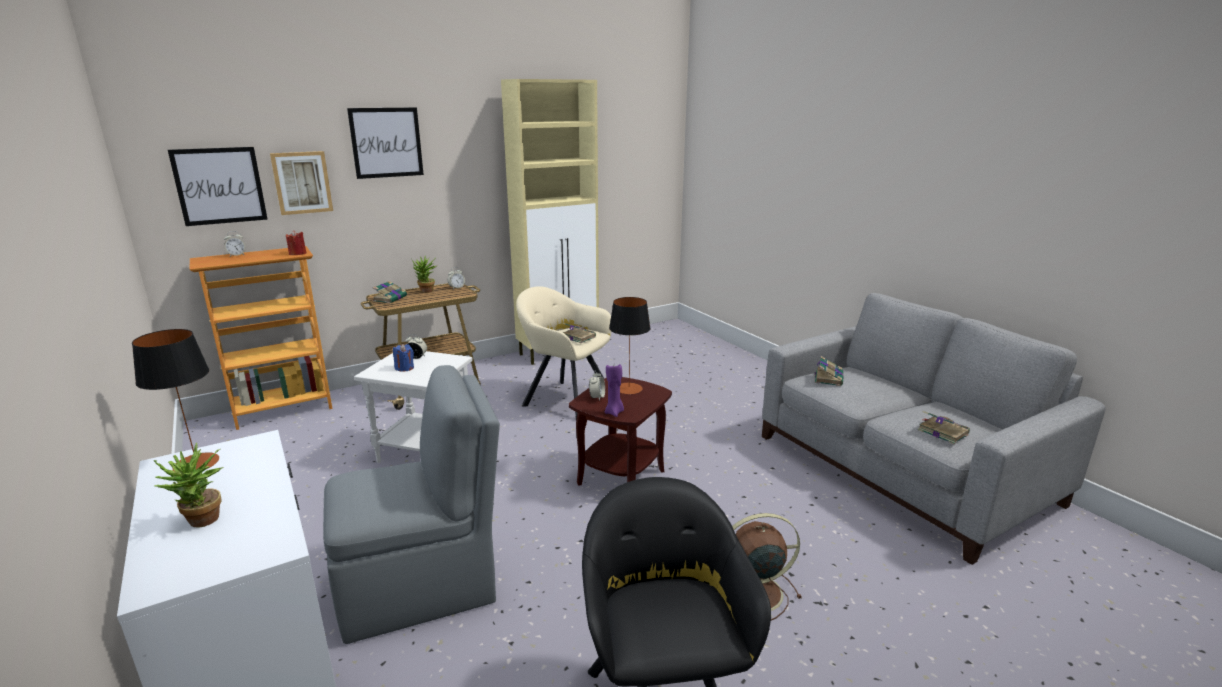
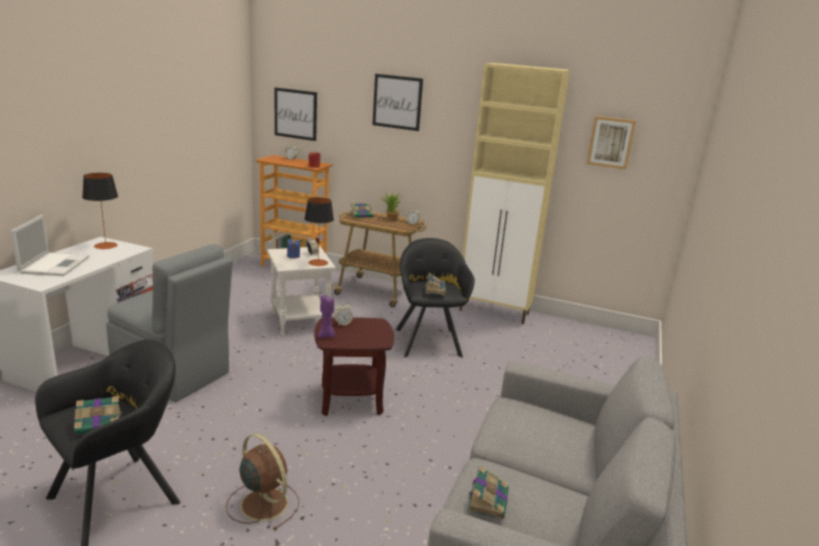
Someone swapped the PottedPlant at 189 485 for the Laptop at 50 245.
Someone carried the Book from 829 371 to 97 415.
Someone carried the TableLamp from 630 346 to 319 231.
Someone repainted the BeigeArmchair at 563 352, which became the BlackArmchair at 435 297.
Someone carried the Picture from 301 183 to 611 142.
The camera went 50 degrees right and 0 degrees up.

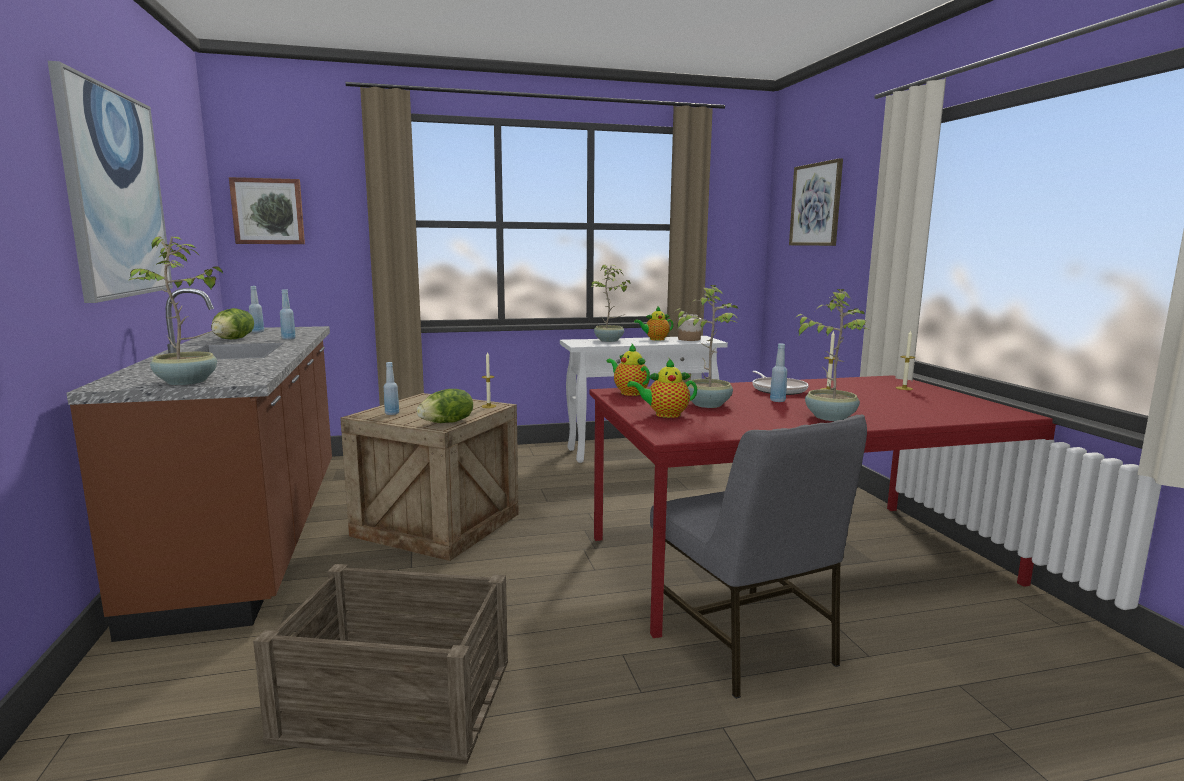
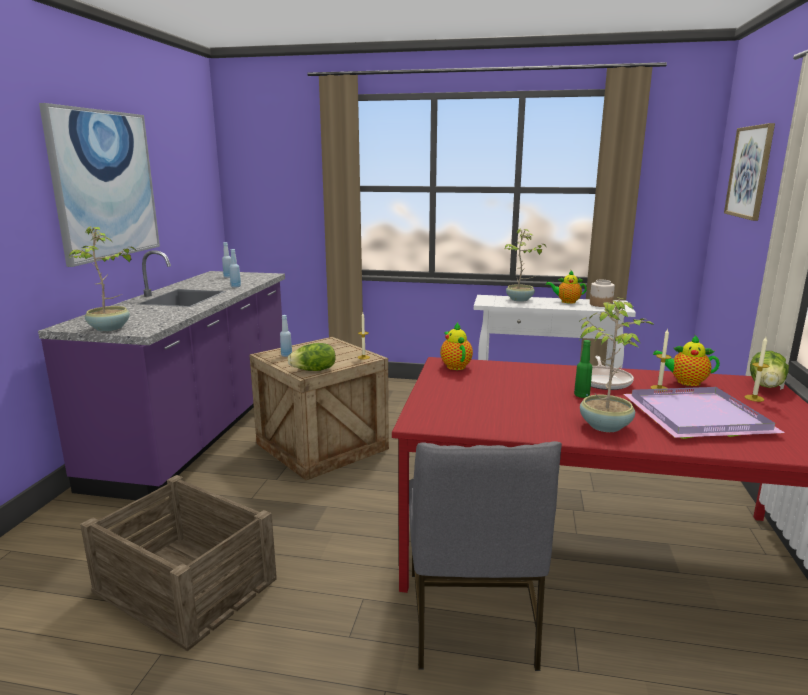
Someone repainted the BrownCounter at 199 465, which became the PurpleCounter at 161 375.
Someone repainted the BlueBottle at 778 373, which became the GreenBottle at 583 369.
Someone put down the PurpleTray at 704 413.
Someone carried the Teapot from 662 388 to 686 360.
Someone carried the Lettuce from 232 323 to 769 369.
Someone took away the Picture at 267 210.
Someone took away the PottedPlant at 707 346.
The camera went 25 degrees right and 5 degrees up.

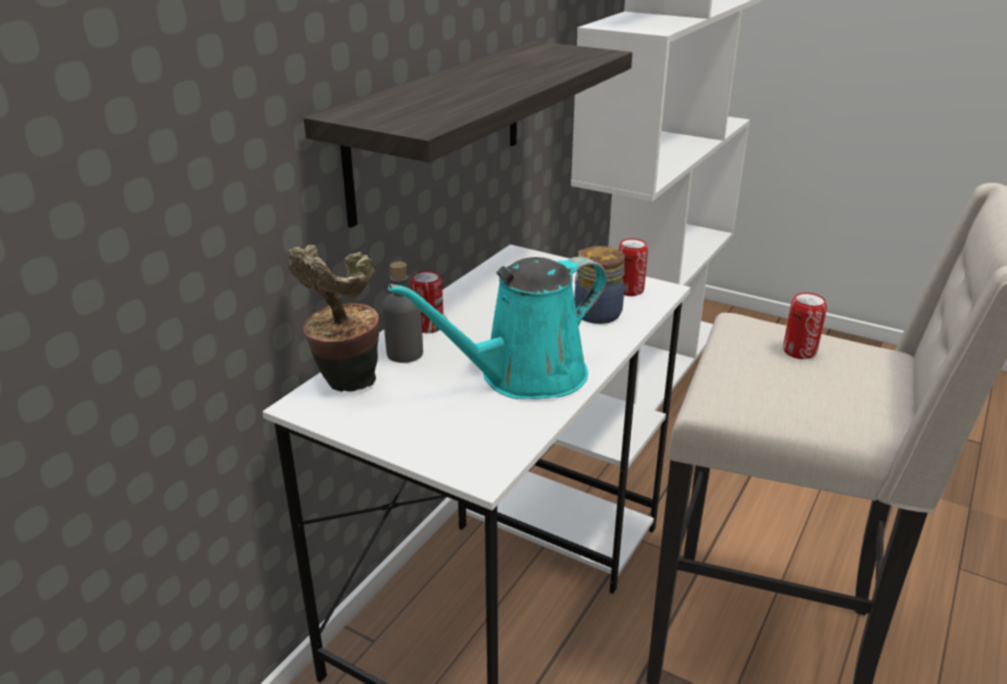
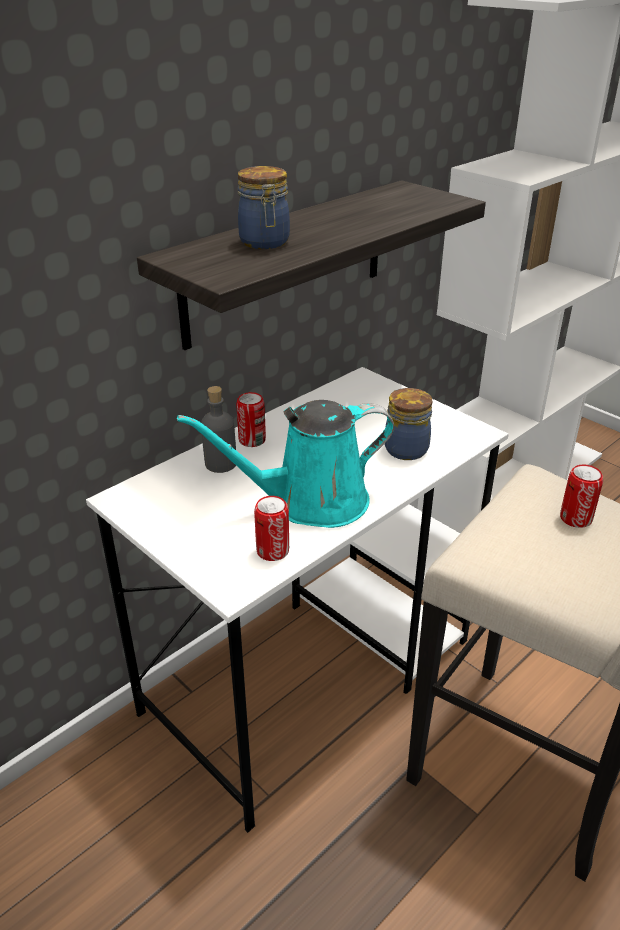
Someone put down the Jar at 264 207.
Someone carried the Can from 633 267 to 271 528.
Someone took away the PottedPlant at 333 318.
The camera went 15 degrees right and 5 degrees up.

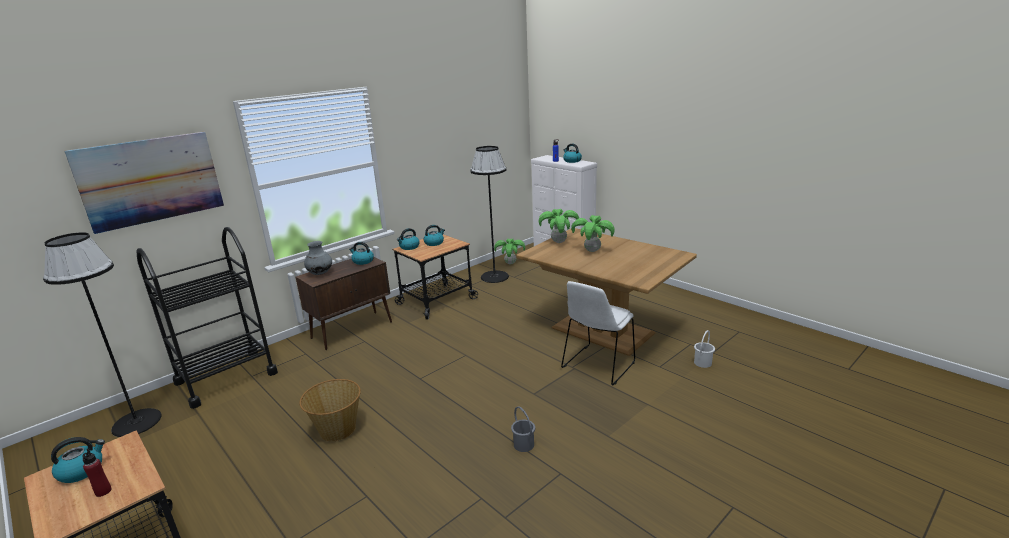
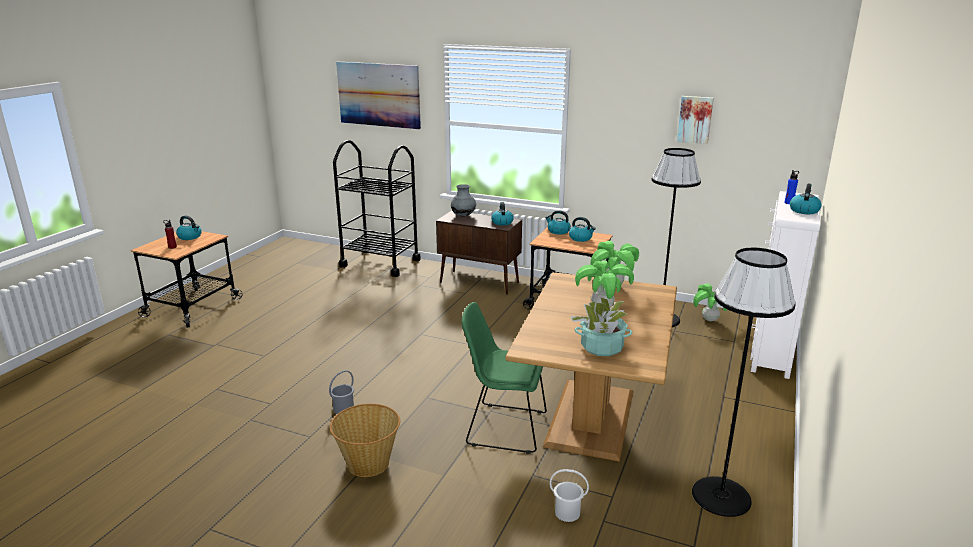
Someone carried the Basket from 330 410 to 365 440.
Someone repainted the WhiteChair at 598 333, which became the GreenChair at 504 378.
Someone put down the PottedPlant at 602 326.
Someone put up the Picture at 695 120.
Someone carried the BlackFloorLamp from 102 334 to 744 382.
The camera went 65 degrees right and 0 degrees up.

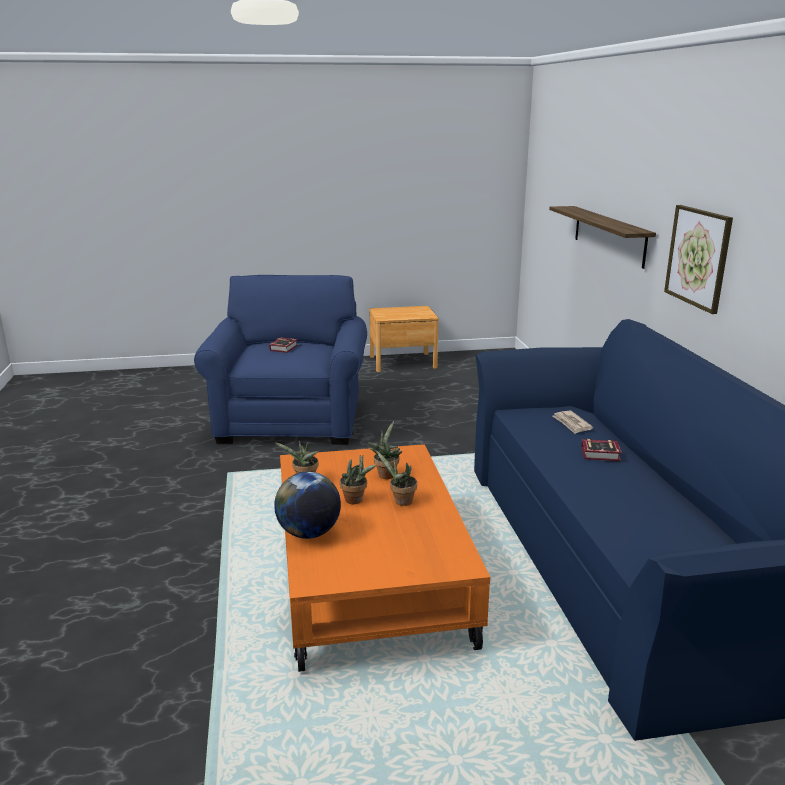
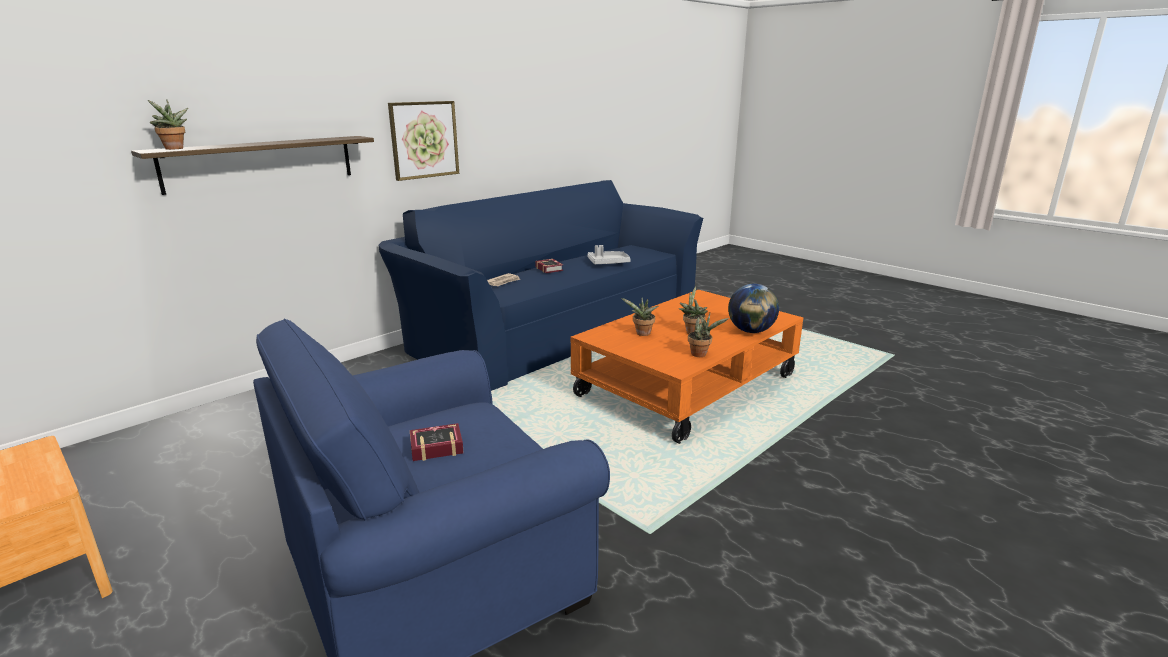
Someone carried the PottedPlant from 396 478 to 168 124.
Someone put down the GreyTray at 609 254.
The camera went 125 degrees left and 0 degrees up.

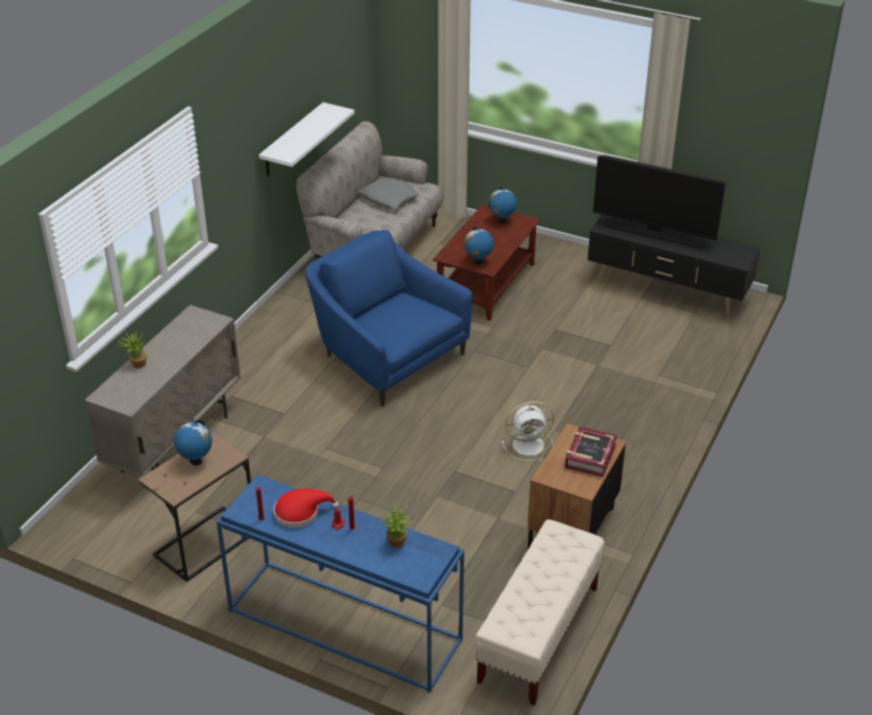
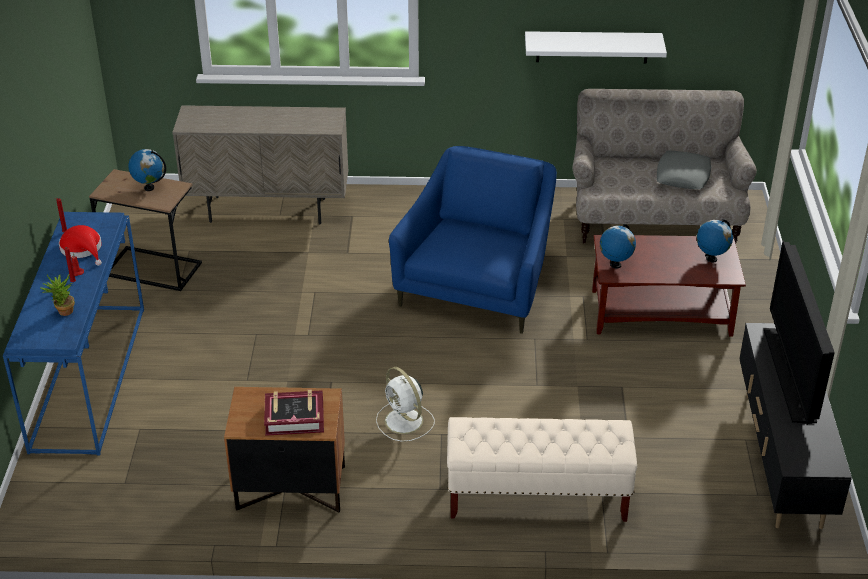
Someone carried the BeigeBench from 540 612 to 542 469.
Someone took away the PottedPlant at 132 349.
The camera went 65 degrees right and 0 degrees up.

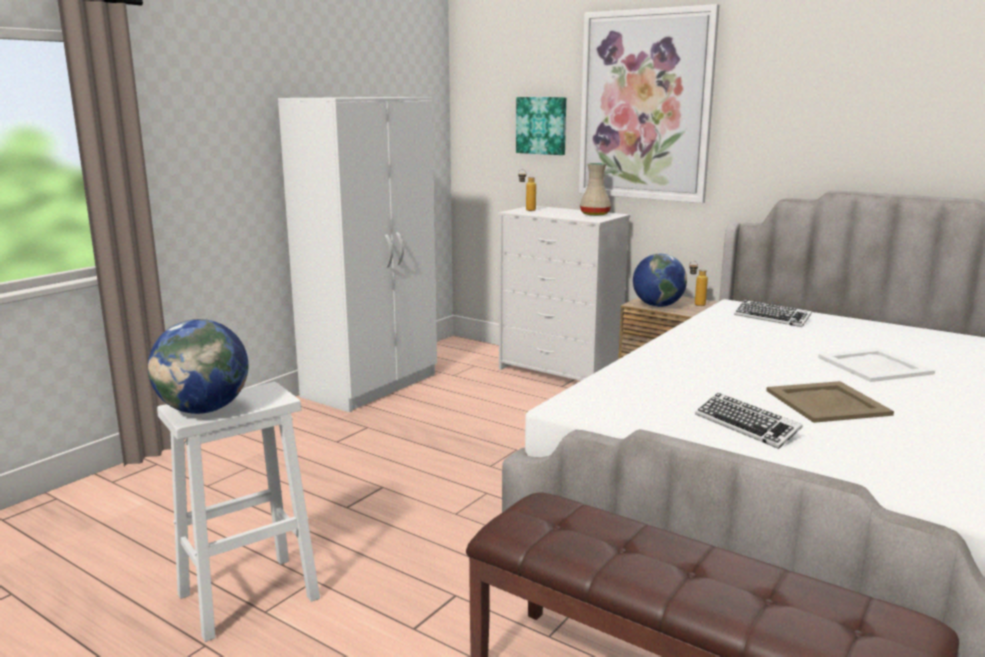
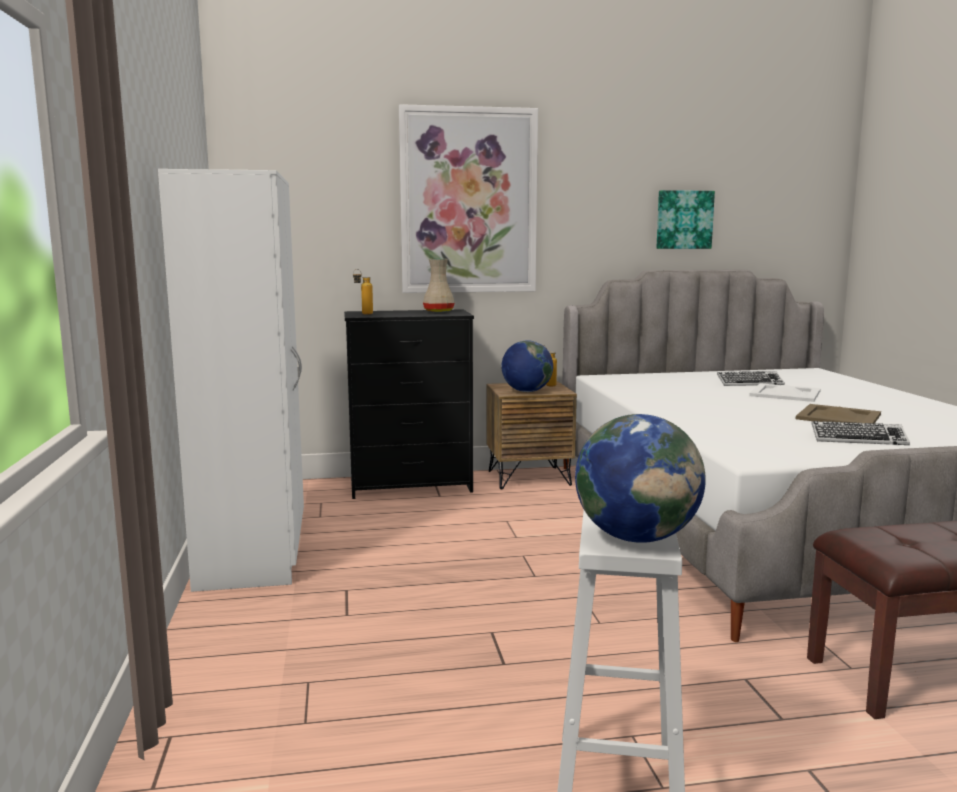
Someone repainted the WhiteDresser at 564 293, which became the BlackDresser at 409 404.
Someone carried the Picture from 541 126 to 685 219.
Someone carried the Keyboard from 773 313 to 751 378.
The camera went 45 degrees left and 5 degrees down.

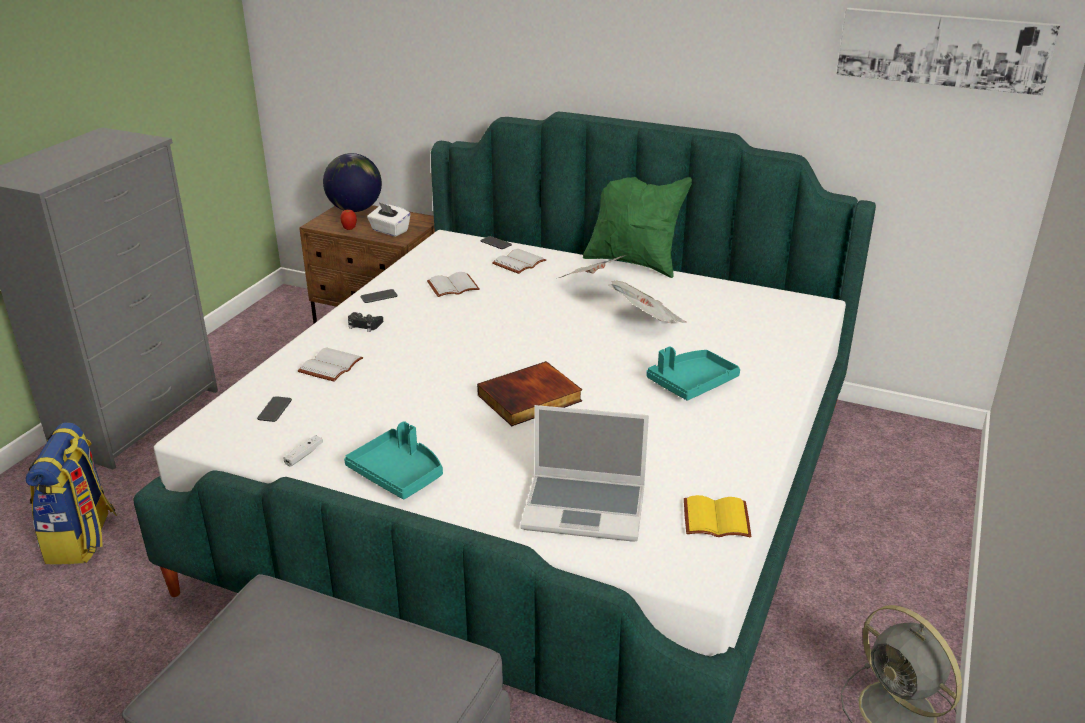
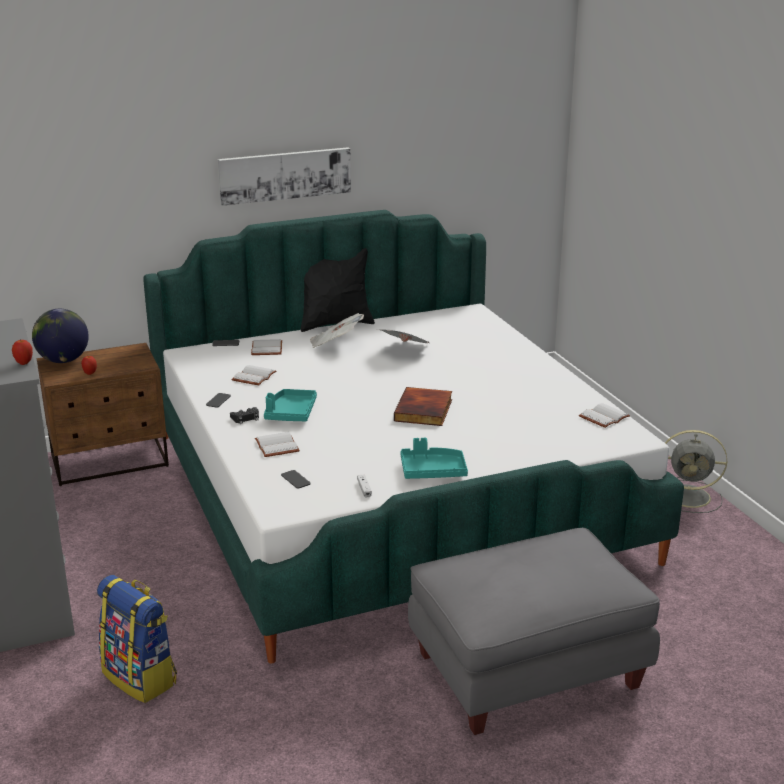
Someone put down the Apple at 22 352.
Someone carried the Picture from 948 51 to 284 176.
Someone carried the TurquoiseTray from 693 373 to 290 405.
Someone repainted the GreenPillow at 637 227, which became the BlackPillow at 338 290.
Someone repainted the YellowBook at 717 516, which became the WhiteBook at 604 415.
Someone took away the WhiteTissueBox at 388 219.
Someone took away the Laptop at 584 473.
The camera went 45 degrees left and 5 degrees down.

